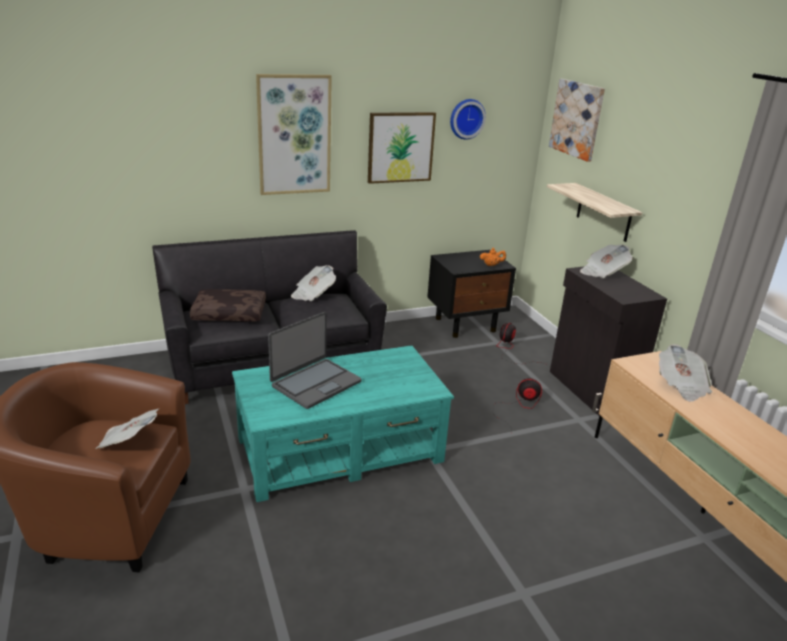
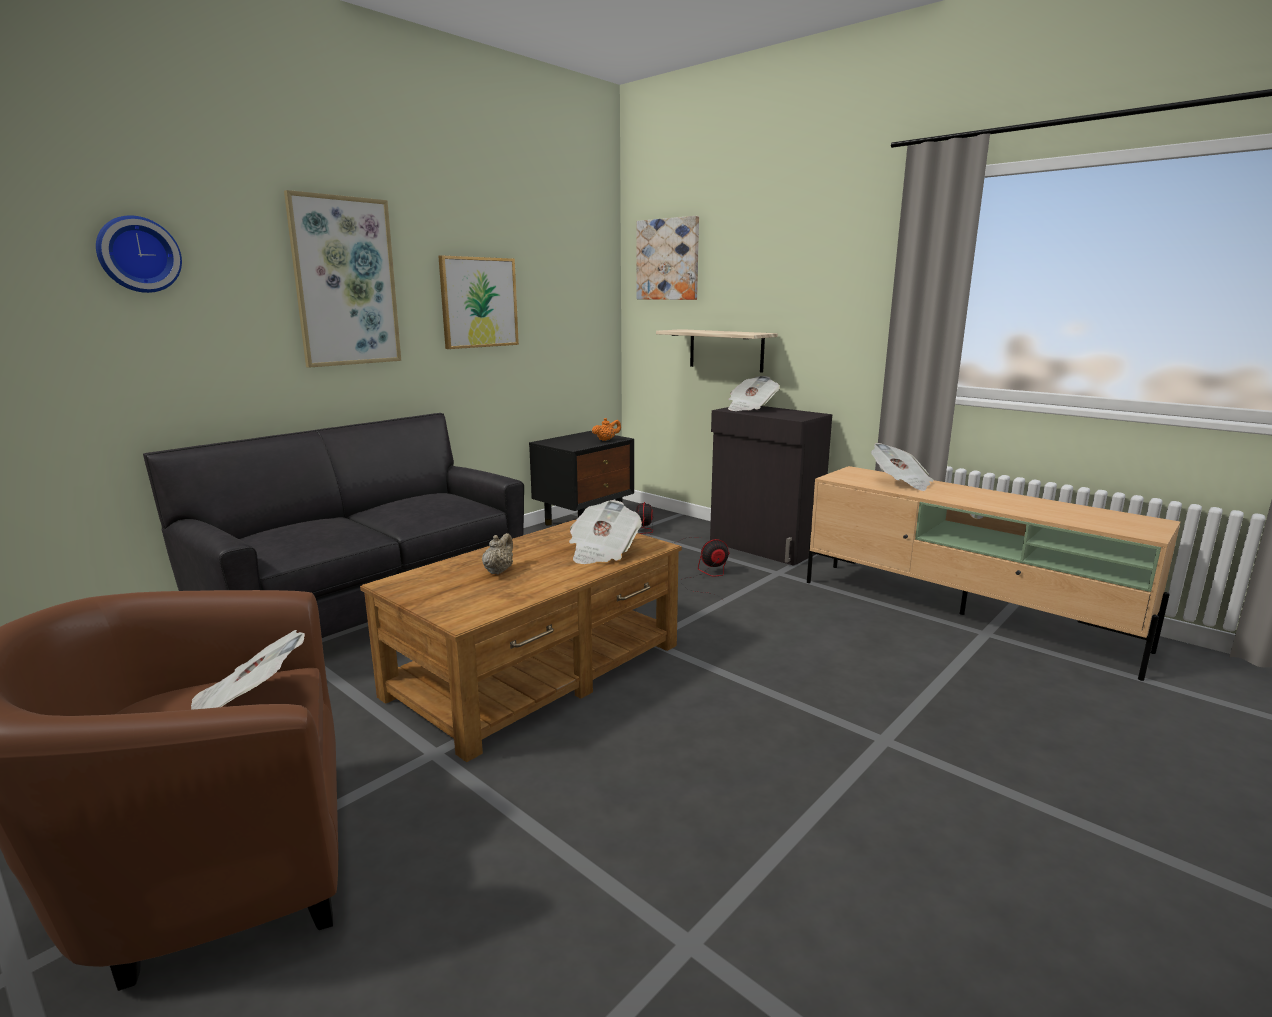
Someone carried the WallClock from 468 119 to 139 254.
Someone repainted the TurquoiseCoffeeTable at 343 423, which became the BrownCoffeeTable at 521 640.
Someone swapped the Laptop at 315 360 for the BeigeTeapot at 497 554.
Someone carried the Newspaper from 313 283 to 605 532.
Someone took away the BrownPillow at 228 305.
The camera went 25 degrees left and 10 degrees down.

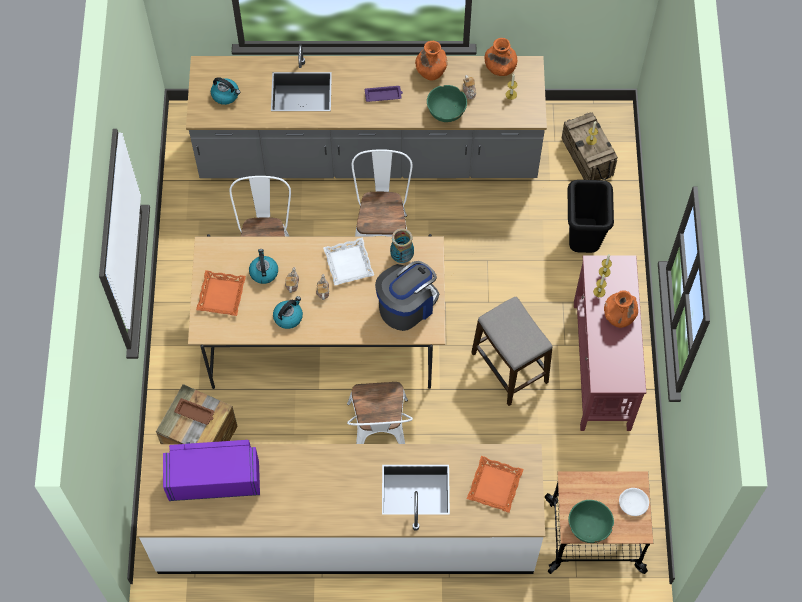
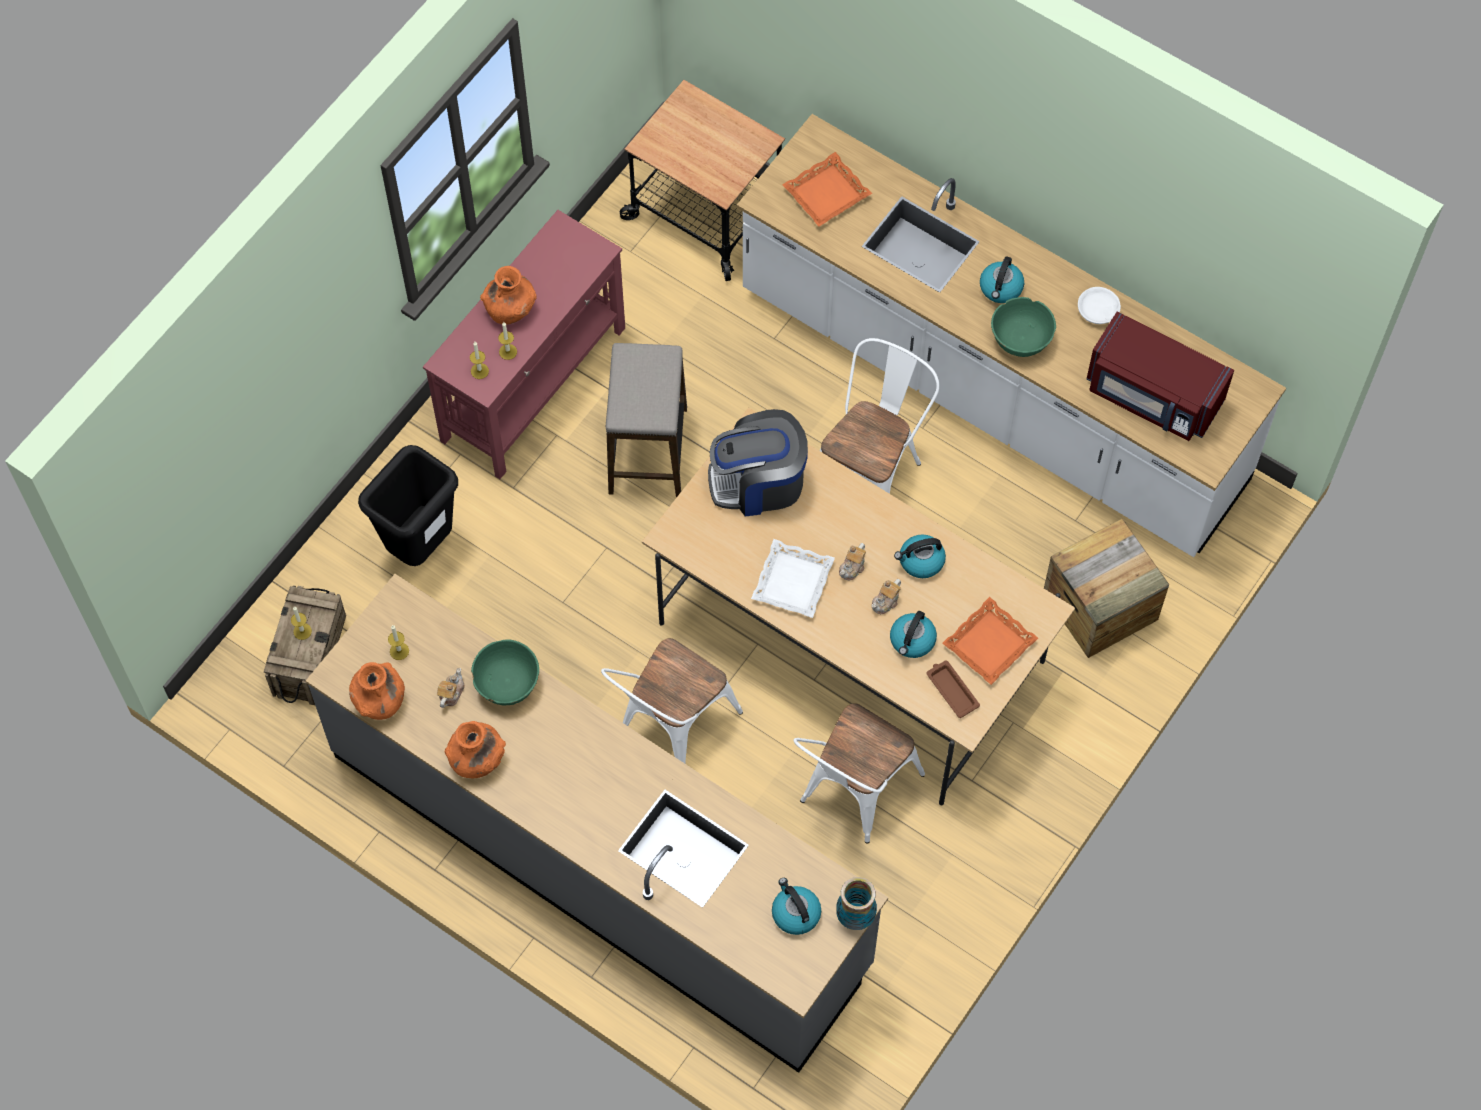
Someone carried the Vase from 402 245 to 856 903.
Someone carried the BrownTray from 194 411 to 953 689.
Someone put down the Kettle at 1002 279.
Someone carried the GreenBowl from 591 521 to 1023 327.
Someone carried the WhiteBowl from 634 502 to 1099 305.
Someone repainted the PurpleMicrowave at 211 470, which became the RedMicrowave at 1160 376.
Someone took away the PurpleTray at 384 94.
The camera went 145 degrees left and 0 degrees up.

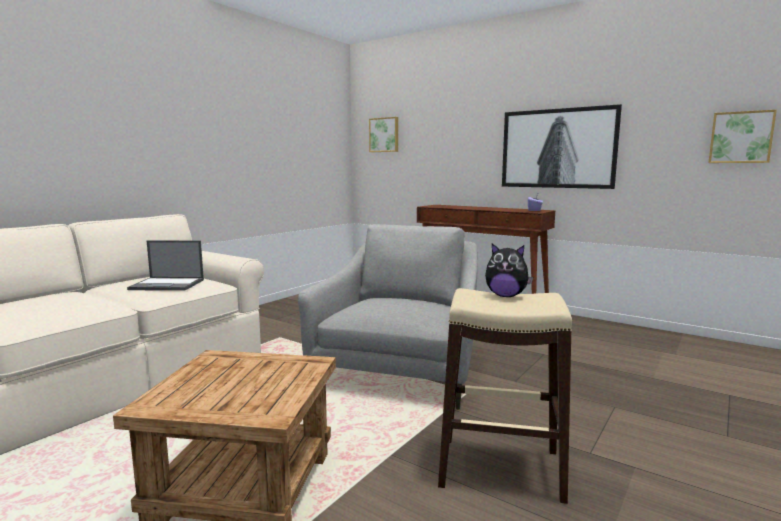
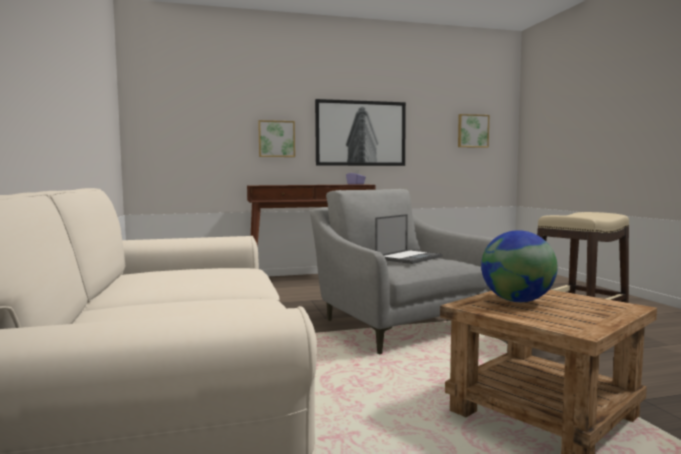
Someone carried the Picture from 383 134 to 276 138.
Someone carried the Laptop from 165 265 to 408 239.
Someone put down the Globe at 519 266.
Someone took away the PlushToy at 509 270.
The camera went 50 degrees left and 5 degrees down.

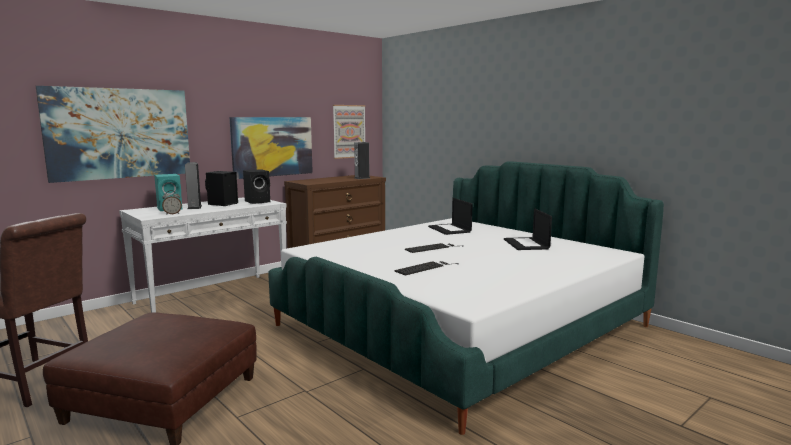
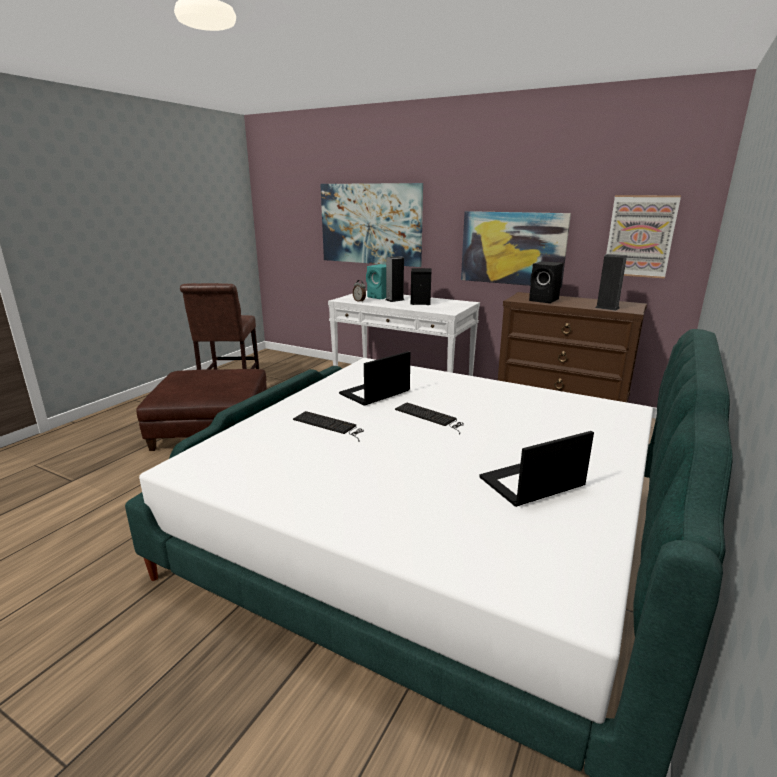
Someone carried the Laptop from 450 216 to 374 378.
Someone carried the BlackSpeaker from 256 186 to 546 282.
The camera went 70 degrees right and 10 degrees up.

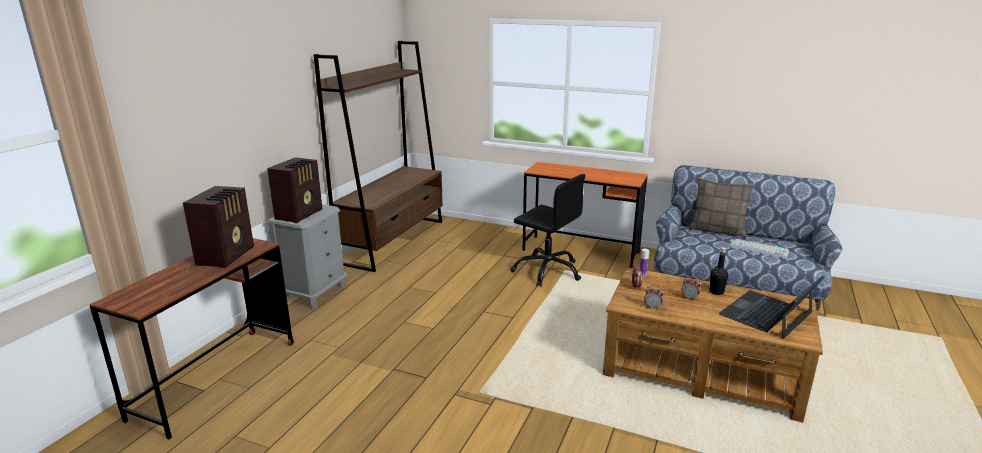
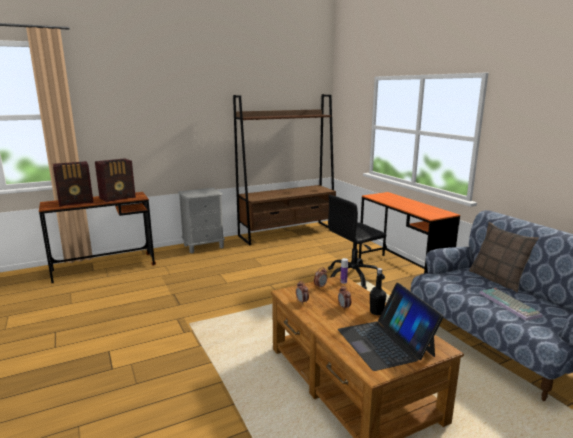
Someone carried the Radio from 294 190 to 73 184.
Someone rotated the BlackOfficeChair at 547 230 by 75 degrees clockwise.
Someone rotated the Laptop at 772 307 by 105 degrees counterclockwise.
The camera went 40 degrees right and 5 degrees down.

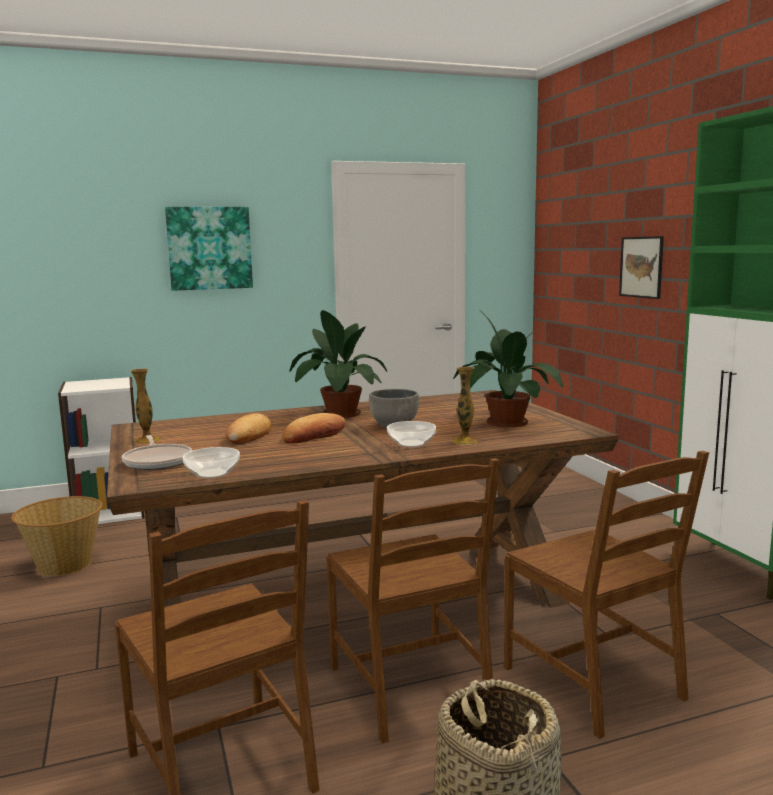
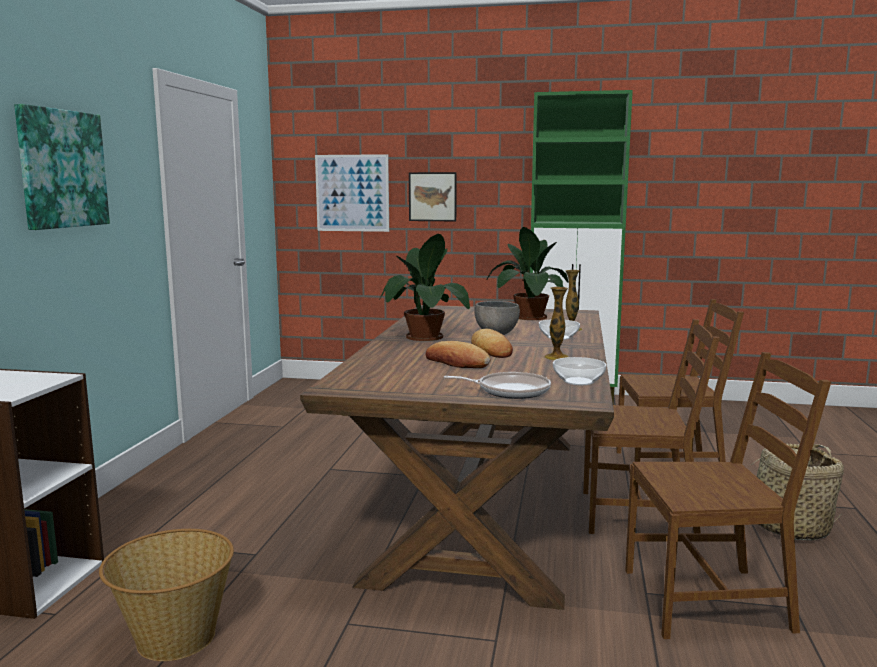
Someone put up the Picture at 352 193.
Someone carried the Vase from 145 406 to 556 323.
The camera went 60 degrees left and 0 degrees up.

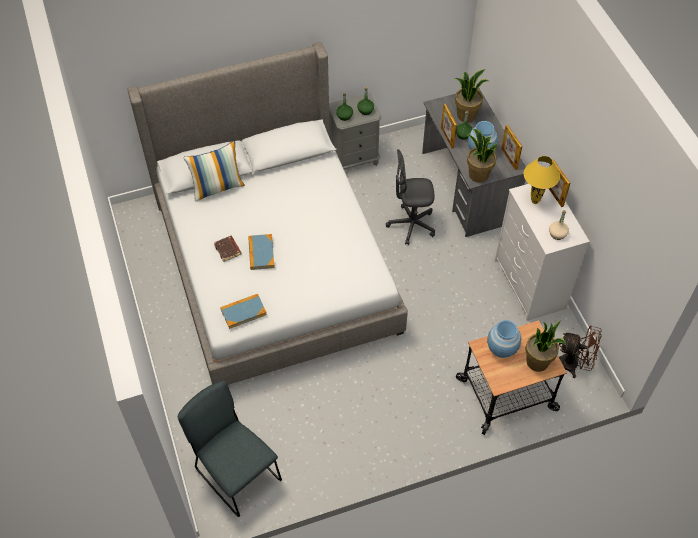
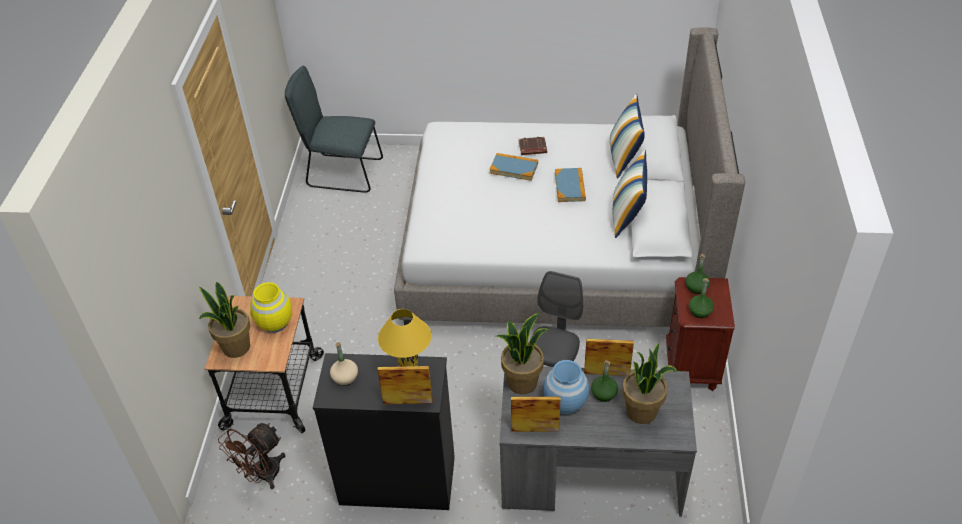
Someone repainted the BlueVase at 504 339, which became the YellowVase at 271 307.
Someone rotated the GreyChair at 230 449 by 150 degrees counterclockwise.
Someone repainted the WhiteDresser at 542 252, which became the BlackDresser at 384 431.
Someone carried the Book from 243 311 to 570 185.
Someone put down the Pillow at 629 194.
Someone repainted the GreyNightstand at 355 132, which became the BrownNightstand at 700 334.
The camera went 115 degrees right and 10 degrees down.

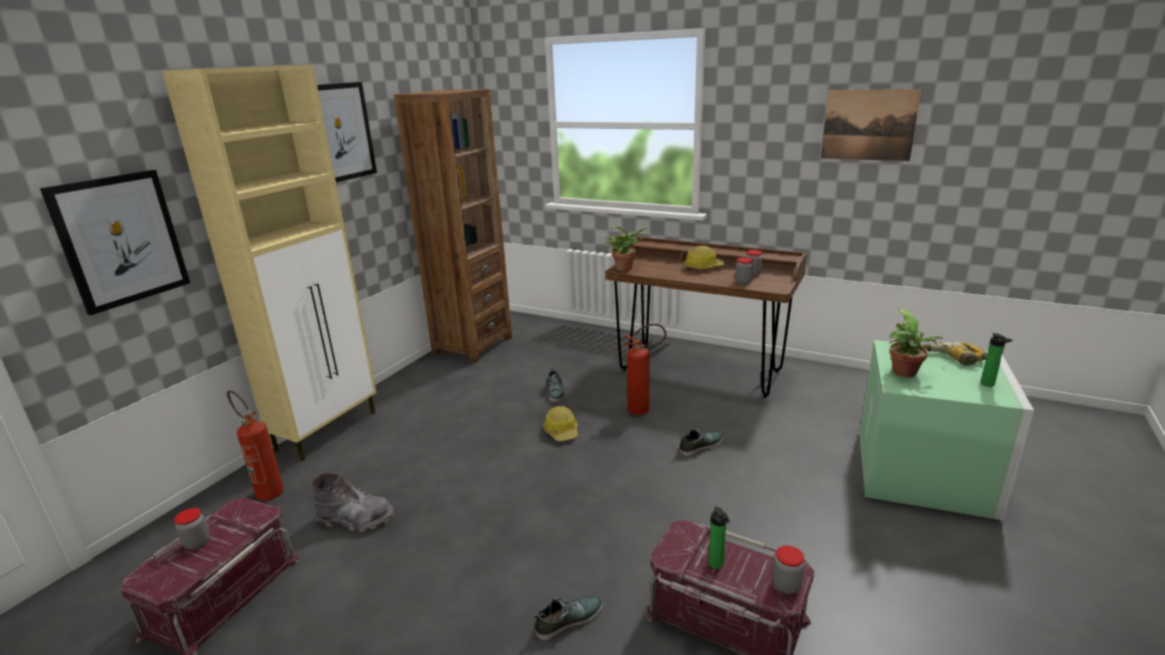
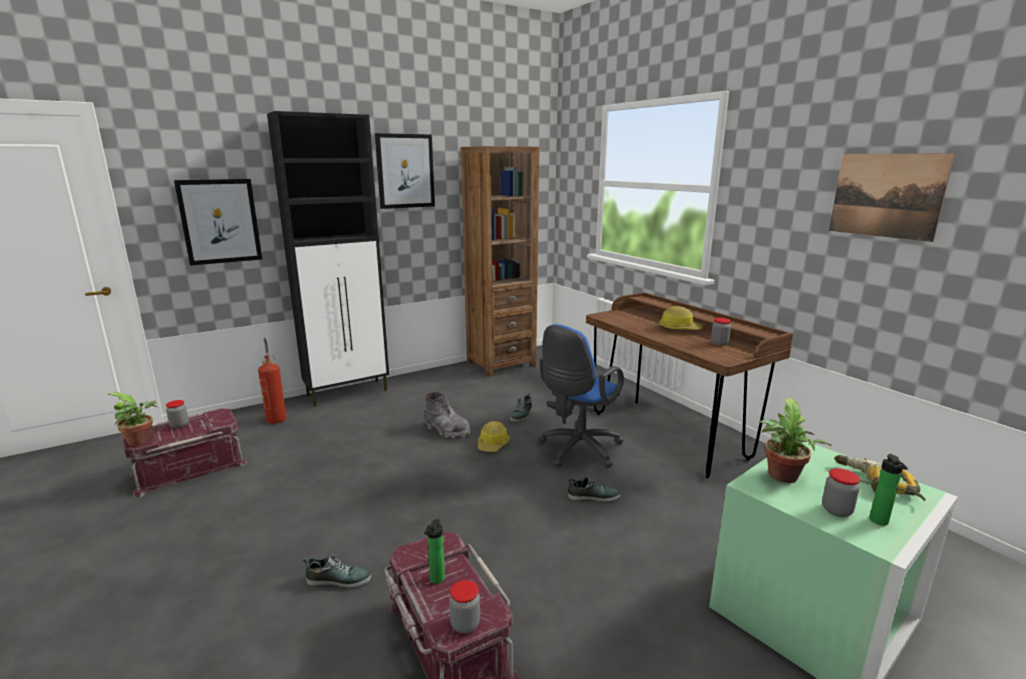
Someone carried the PottedPlant from 627 248 to 132 419.
Someone repainted the BeigeCabinet at 269 262, which became the BlackCabinet at 328 259.
Someone carried the GreyBoot from 352 502 to 447 415.
Someone swapped the FireExtinguisher at 644 369 for the BlueOfficeChair at 581 396.
Someone carried the Jar from 744 271 to 841 492.
The camera went 30 degrees right and 5 degrees down.

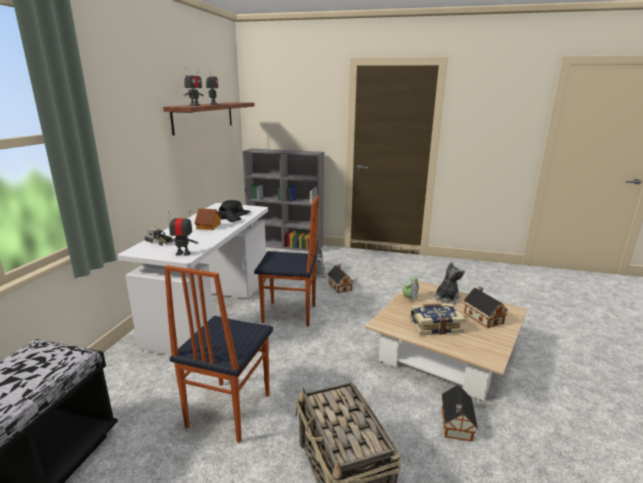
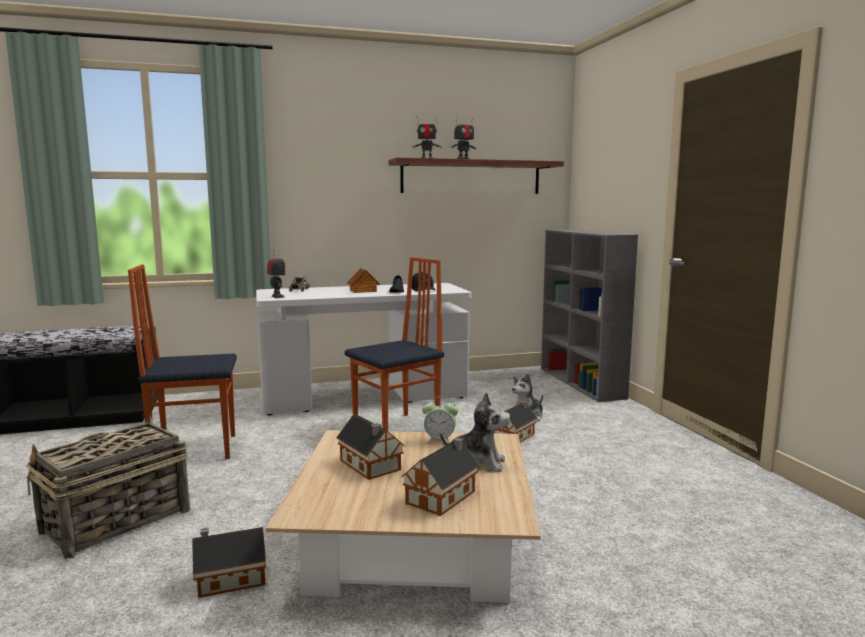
Someone swapped the Book at 438 319 for the ToyHouse at 370 447.
Someone rotated the Chair at 286 261 by 105 degrees counterclockwise.
The camera went 60 degrees right and 10 degrees down.

